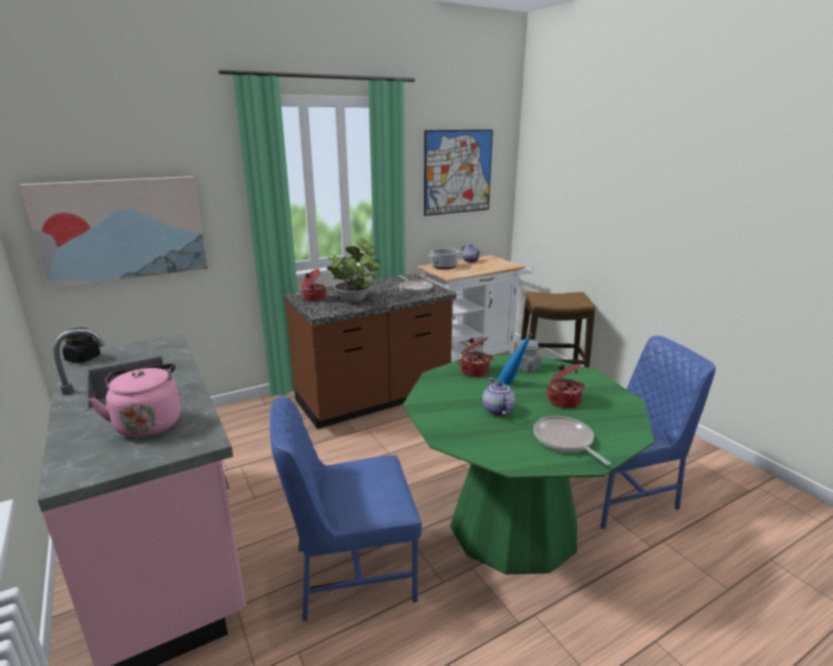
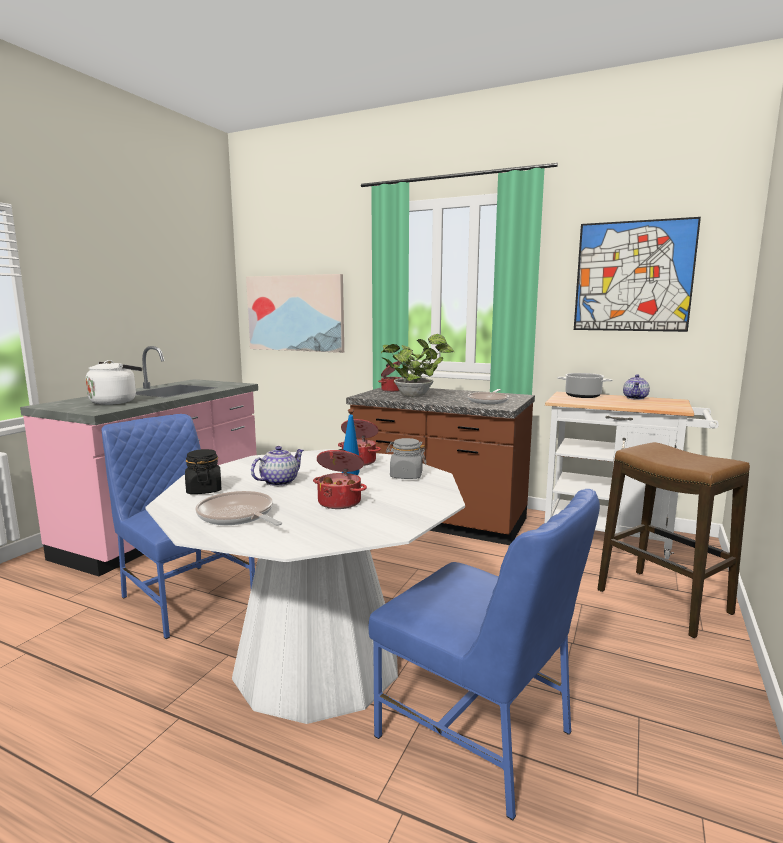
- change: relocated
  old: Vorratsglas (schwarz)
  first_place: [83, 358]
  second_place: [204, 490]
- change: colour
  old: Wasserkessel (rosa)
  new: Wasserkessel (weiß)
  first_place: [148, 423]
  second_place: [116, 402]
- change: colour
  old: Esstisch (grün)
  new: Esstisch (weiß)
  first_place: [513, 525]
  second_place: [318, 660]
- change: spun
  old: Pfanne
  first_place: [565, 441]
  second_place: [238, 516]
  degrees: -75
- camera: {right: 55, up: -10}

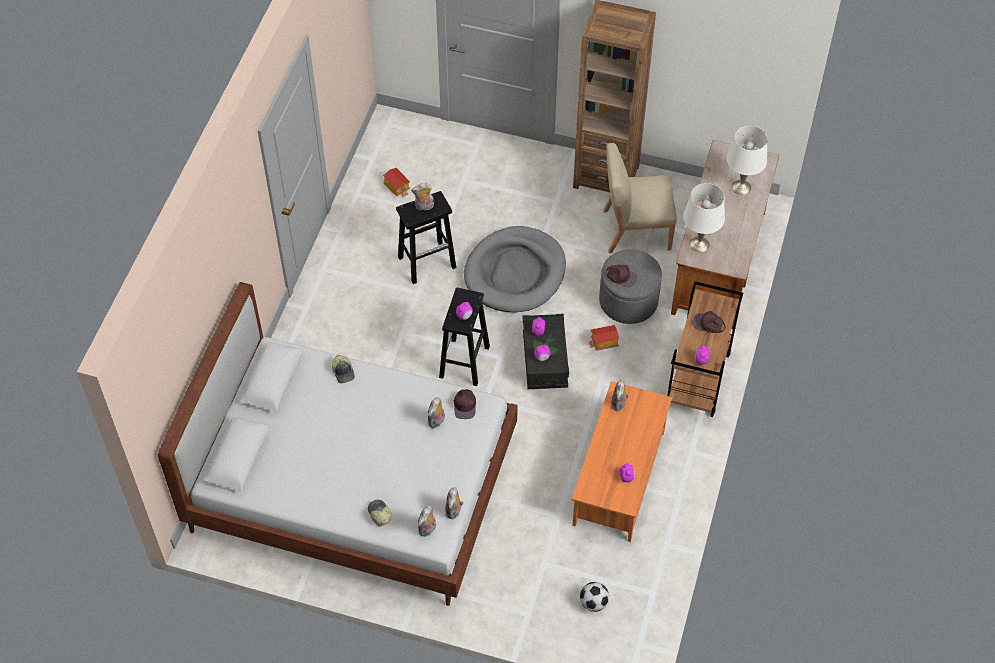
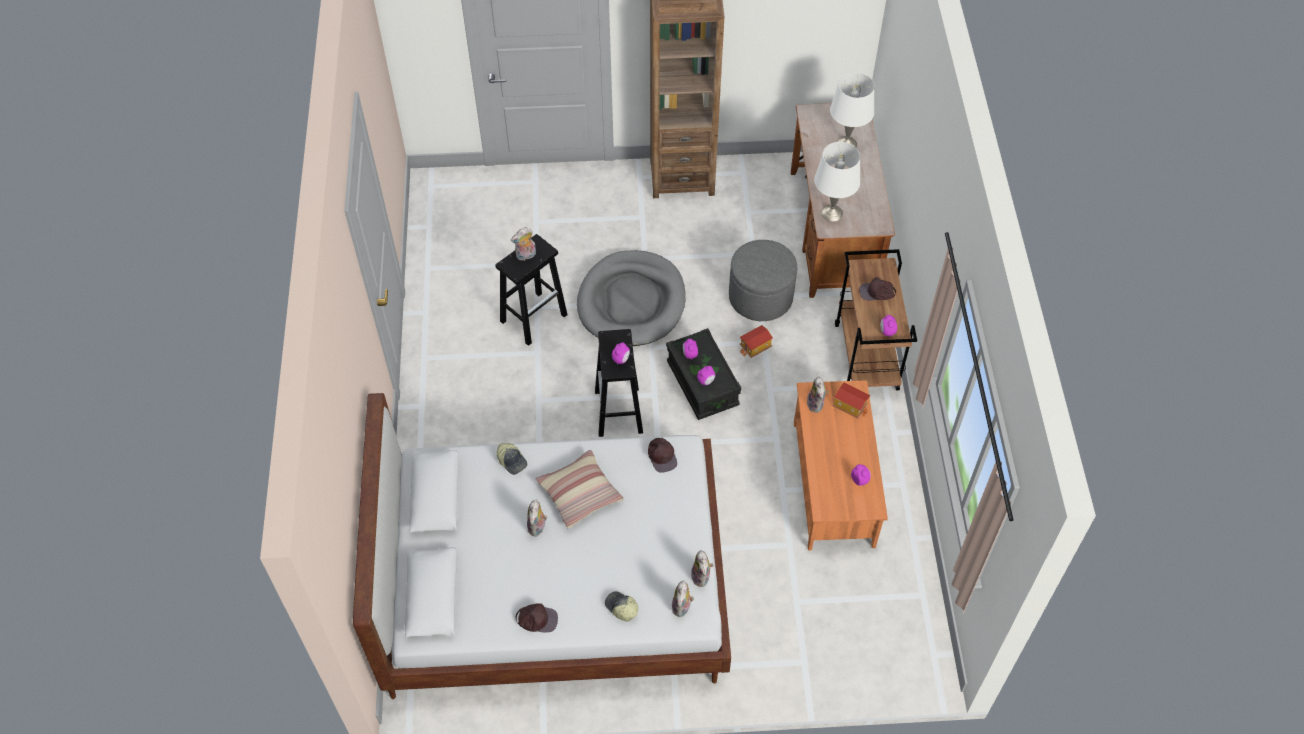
- change: missing
  old: Fußball
  first_place: [593, 603]
- change: missing
  old: Stuhl (beige)
  first_place: [635, 229]
- change: appeared
  new: Kissen
  second_place: [579, 493]
- change: relocated
  old: Spielzeughaus
  first_place: [397, 187]
  second_place: [850, 405]
- change: relocated
  old: Plüschtier
  first_place: [437, 422]
  second_place: [537, 527]
- change: relocated
  old: Kappe (braun)
  first_place: [621, 276]
  second_place: [537, 619]
- camera: {right: -20, up: 0}

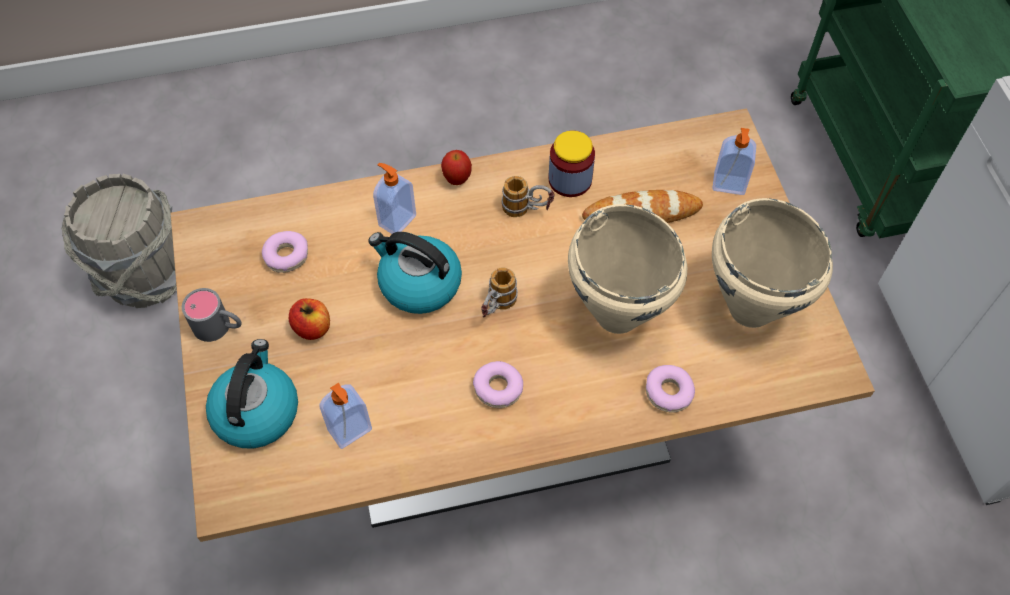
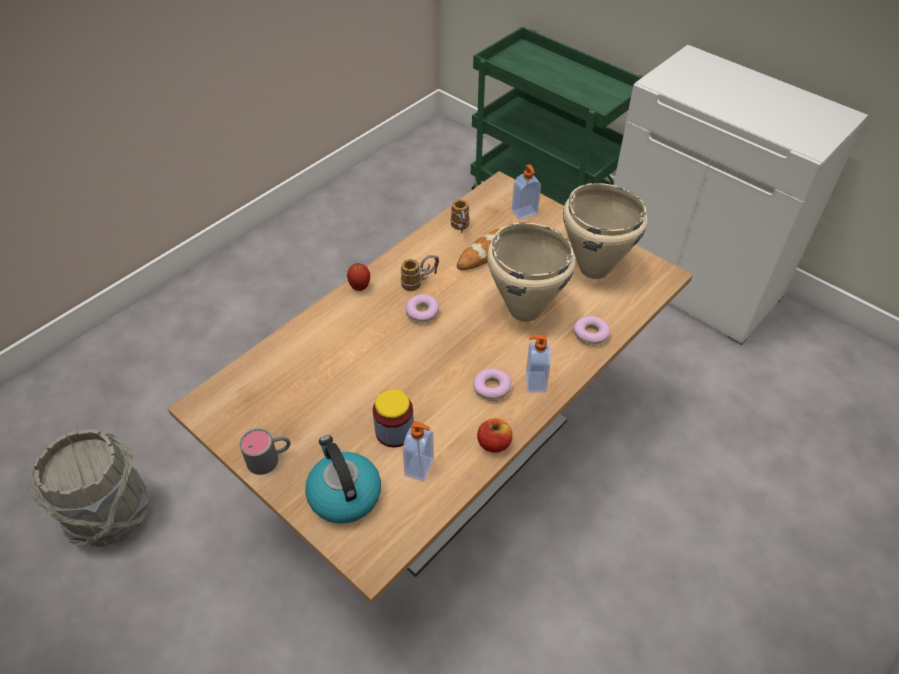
- change: missing
  old: Wasserkessel
  first_place: [418, 284]
- change: relocated
  old: Donut
  first_place: [287, 256]
  second_place: [422, 312]
- change: relocated
  old: Apfel
  first_place: [312, 327]
  second_place: [494, 443]
- change: relocated
  old: Seifenspender
  first_place: [396, 220]
  second_place: [534, 382]
- change: relocated
  old: Henkelbecher
  first_place: [496, 308]
  second_place: [461, 230]
- change: relocated
  old: Vorratsglas
  first_place: [570, 180]
  second_place: [394, 431]
- camera: {right: -35, up: -10}

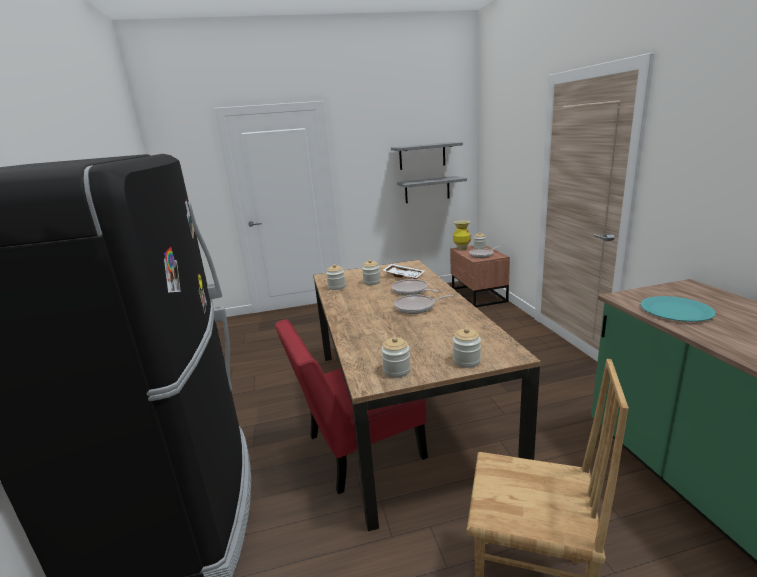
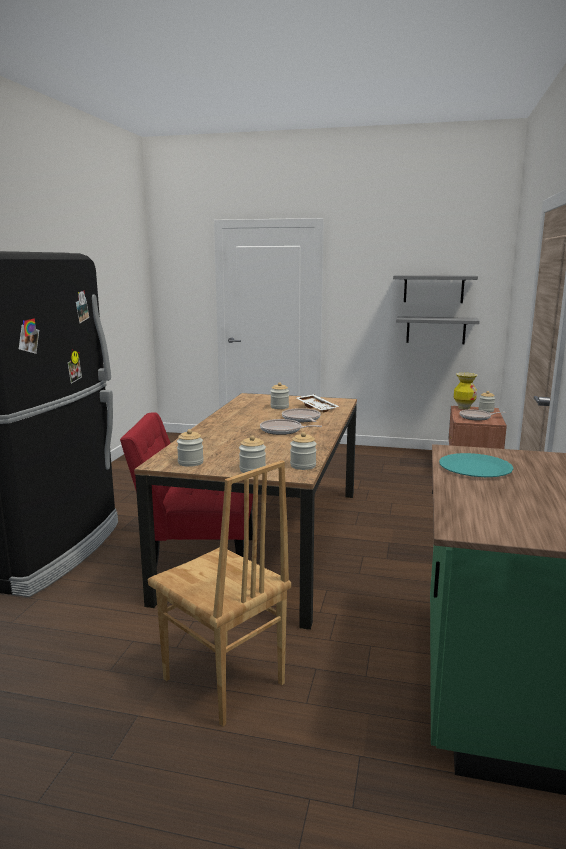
- change: relocated
  old: Vorratsglas
  first_place: [336, 287]
  second_place: [303, 466]
- camera: {right: 25, up: -5}

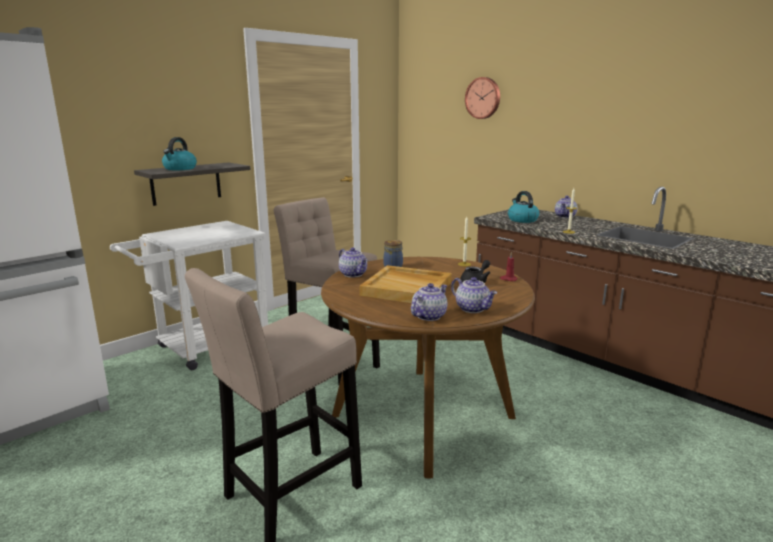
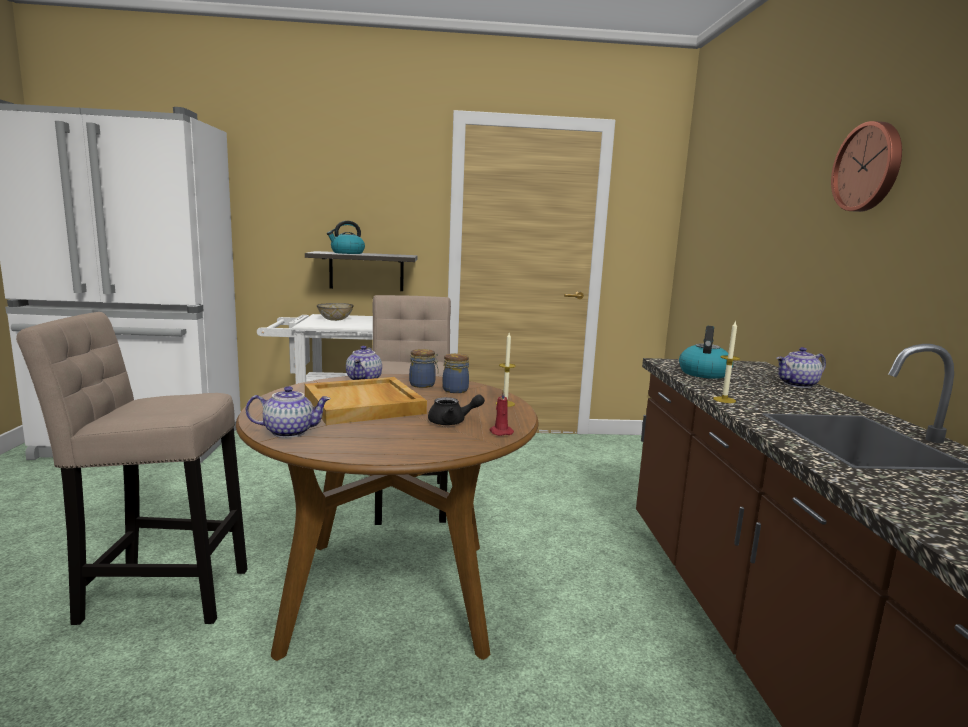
- change: missing
  old: Teekanne
  first_place: [473, 309]
- change: appeared
  new: Schüssel
  second_place: [334, 320]
- change: appeared
  new: Vorratsglas
  second_place: [455, 390]
- change: relocated
  old: Wanduhr
  first_place: [483, 98]
  second_place: [869, 167]
- camera: {right: 40, up: -5}

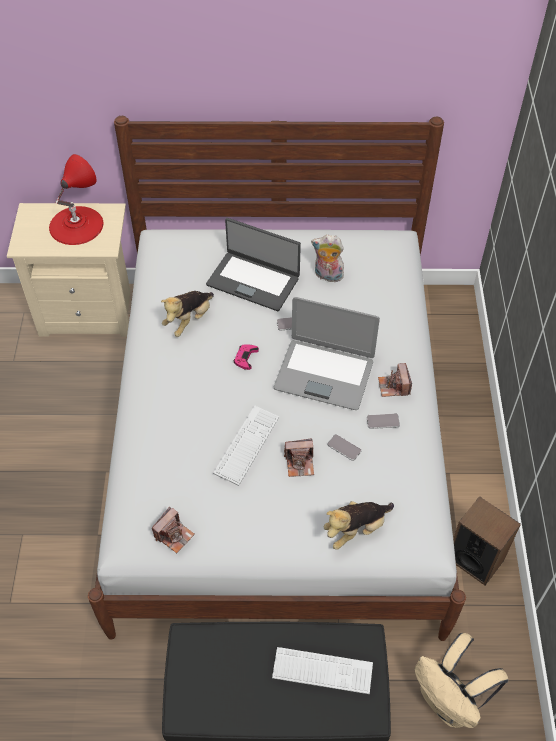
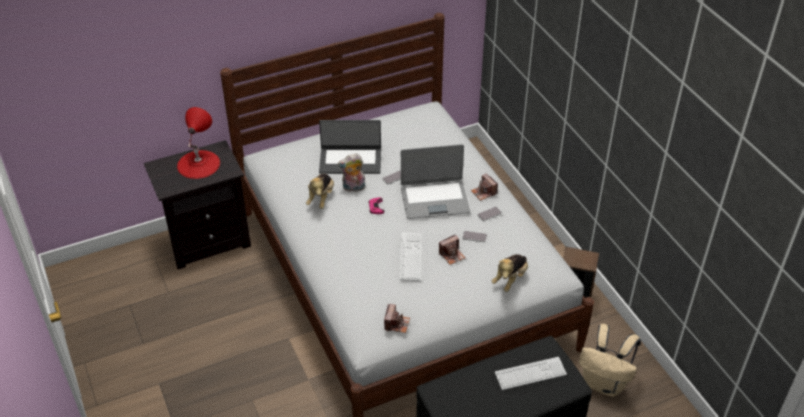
- change: relocated
  old: Plüschtier
  first_place: [327, 276]
  second_place: [353, 188]
- change: colour
  old: Nachttisch (beige)
  new: Nachttisch (schwarz)
  first_place: [89, 312]
  second_place: [207, 240]
- camera: {right: -25, up: -10}

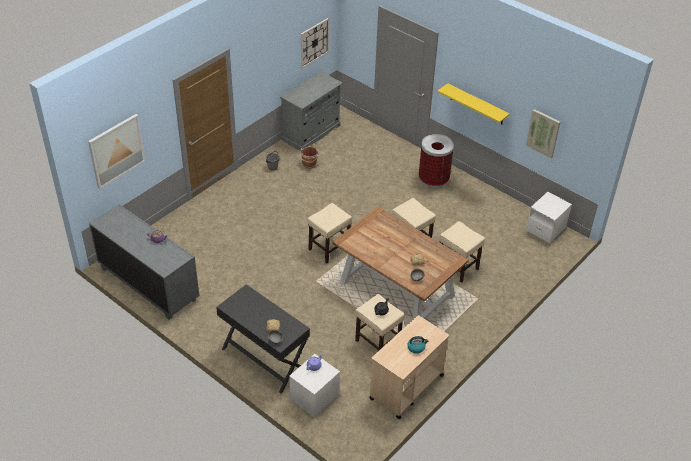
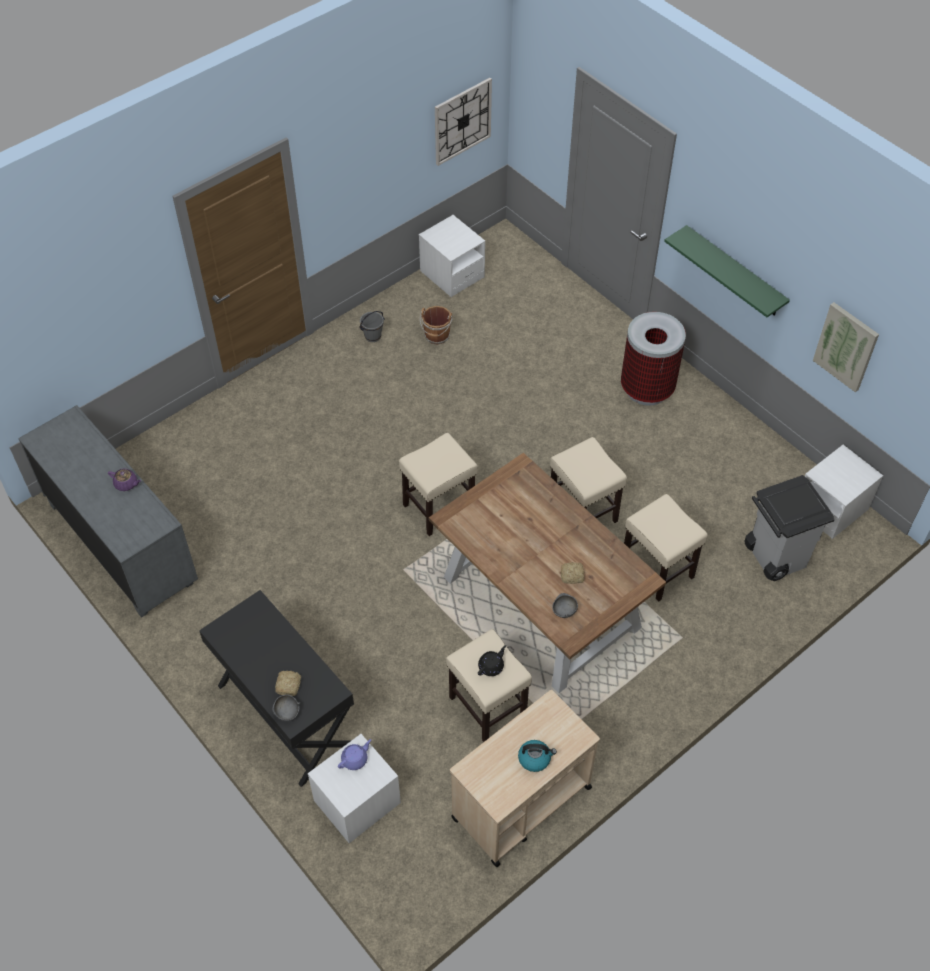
- change: missing
  old: Bild
  first_place: [116, 150]
- change: appeared
  new: Mülleimer (grau)
  second_place: [774, 556]
- change: exchanged
  old: Schrank (grau)
  new: Nachttisch (weiß)
  first_place: [311, 133]
  second_place: [452, 274]
- change: colour
  old: Wandregal (gelb)
  new: Wandregal (grün)
  first_place: [477, 104]
  second_place: [734, 272]
- camera: {right: 10, up: 10}

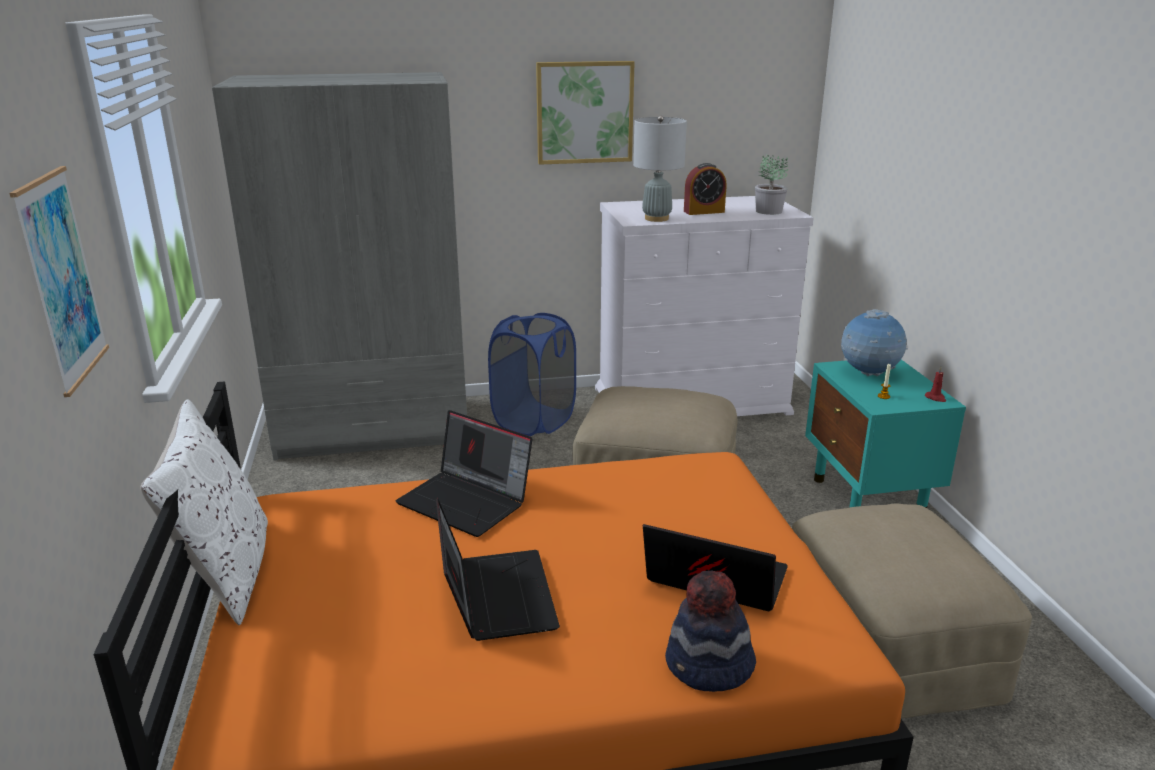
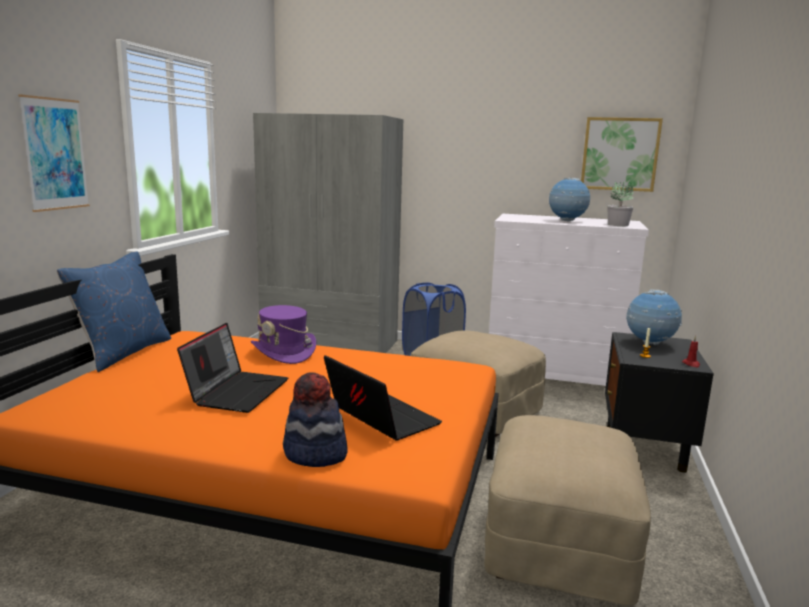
- change: missing
  old: Tischlampe (grau)
  first_place: [656, 218]
- change: relocated
  old: Bild
  first_place: [584, 112]
  second_place: [619, 154]
- change: exchanged
  old: Laptop
  new: Hut (lila)
  first_place: [467, 501]
  second_place: [284, 352]
- change: exchanged
  old: Wecker
  new: Globus
  first_place: [704, 212]
  second_place: [567, 221]
- change: colour
  old: Kissen (weiß)
  new: Kissen (blau)
  first_place: [225, 572]
  second_place: [123, 352]
- change: colour
  old: Nachttisch (türkis)
  new: Nachttisch (schwarz)
  first_place: [869, 496]
  second_place: [644, 450]
- camera: {right: 25, up: -10}

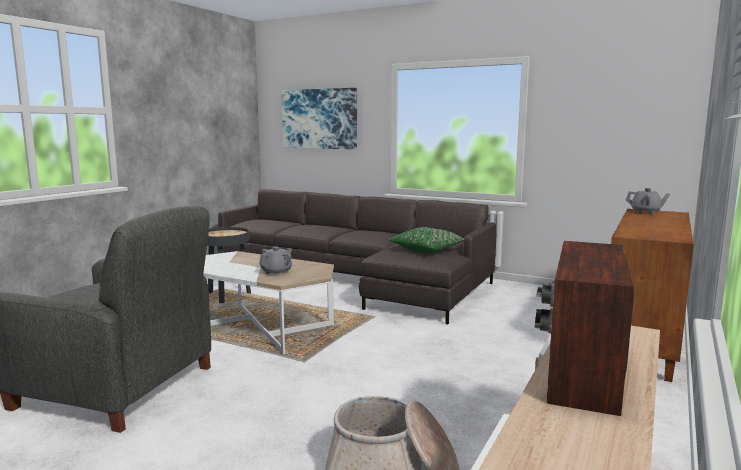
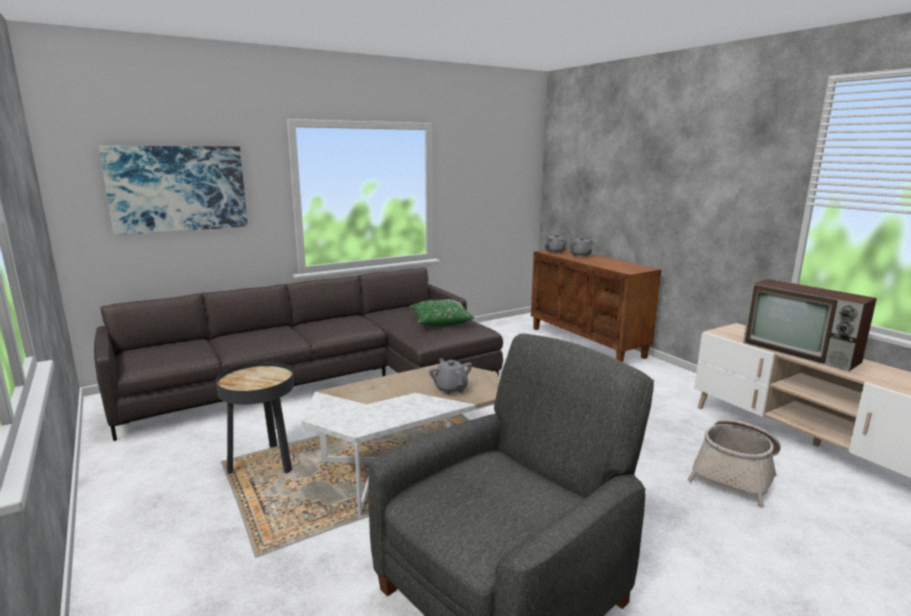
- change: appeared
  new: Teekanne (grau)
  second_place: [580, 256]
- camera: {right: -60, up: 5}

